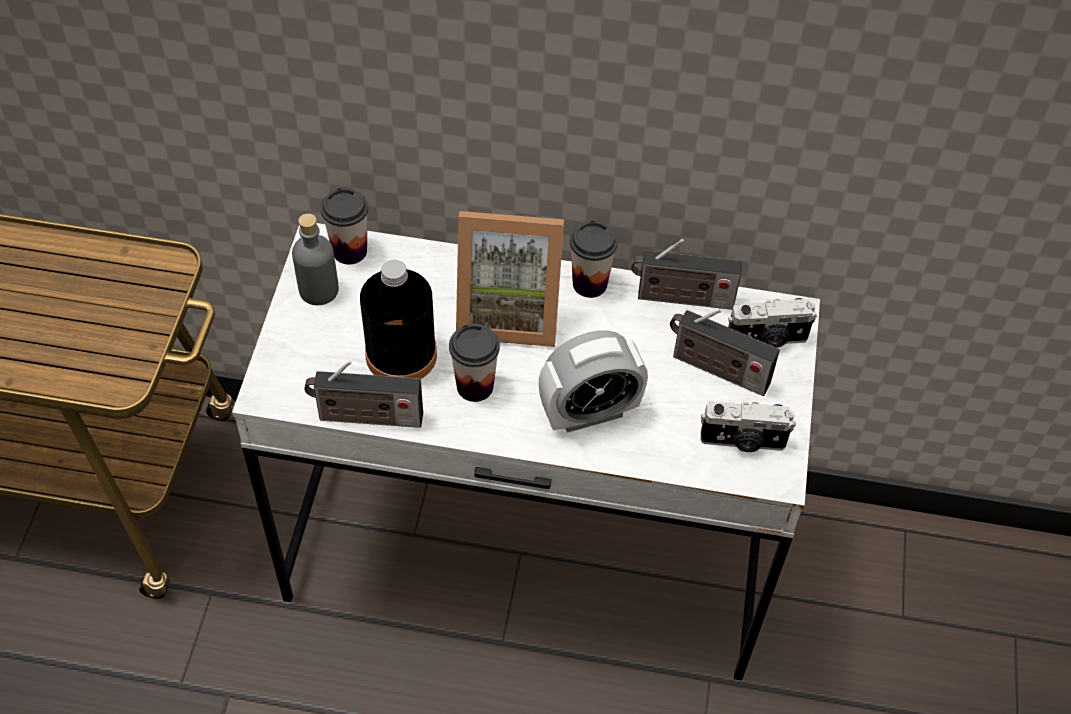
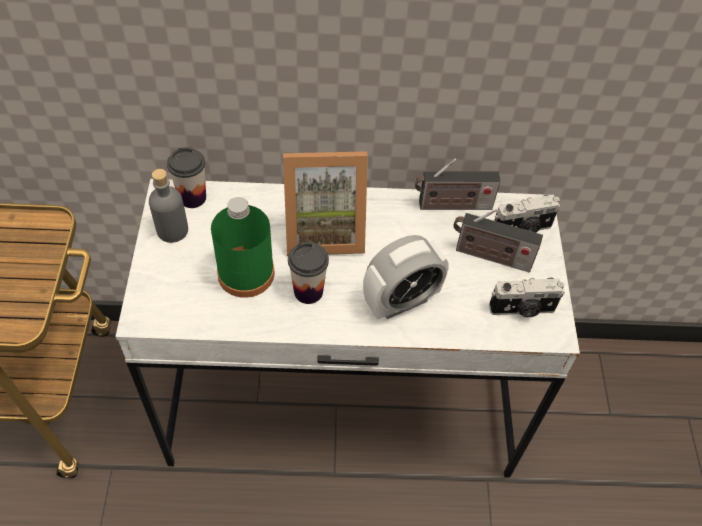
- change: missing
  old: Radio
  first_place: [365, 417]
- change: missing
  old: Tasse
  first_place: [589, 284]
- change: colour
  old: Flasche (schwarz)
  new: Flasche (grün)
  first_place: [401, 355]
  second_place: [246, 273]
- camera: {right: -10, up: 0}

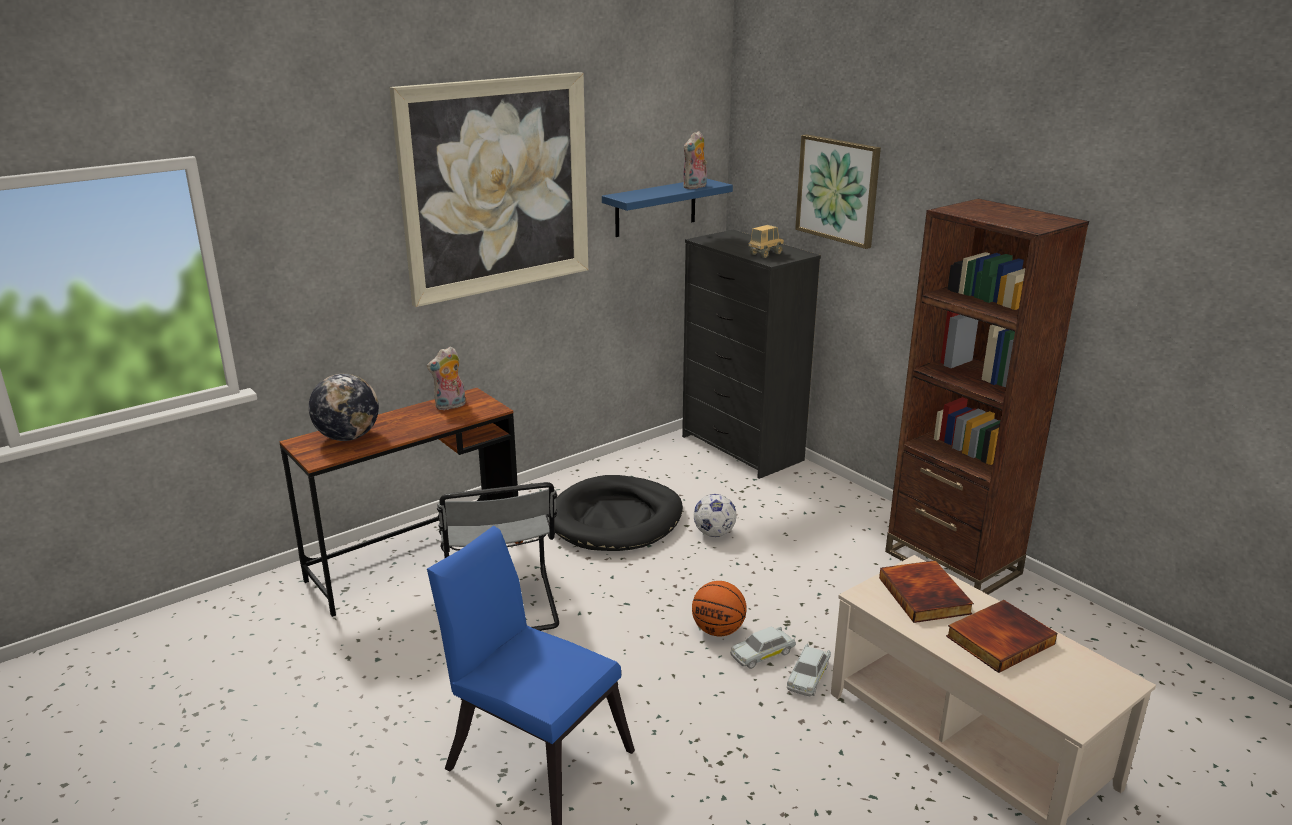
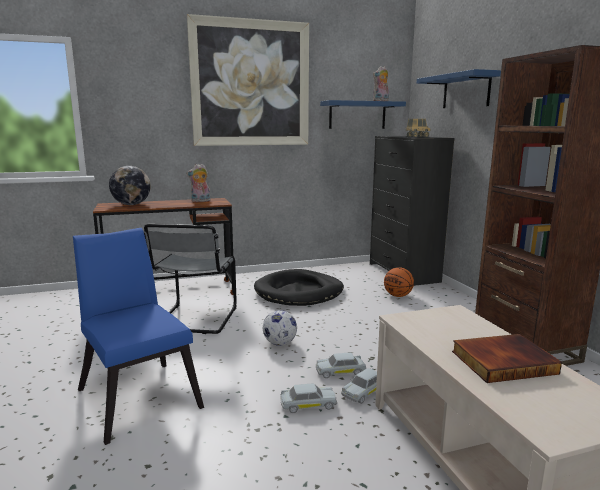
- change: missing
  old: Buch
  first_place: [926, 595]
- change: appeared
  new: Spielzeugauto (weiß)
  second_place: [308, 405]
- change: relocated
  old: Basketball
  first_place: [718, 630]
  second_place: [398, 295]
- change: relocated
  old: Fußball
  first_place: [714, 533]
  second_place: [280, 343]
- change: exchanged
  old: Bild
  new: Wandregal (blau)
  first_place: [838, 190]
  second_place: [466, 91]
- camera: {right: 20, up: -10}

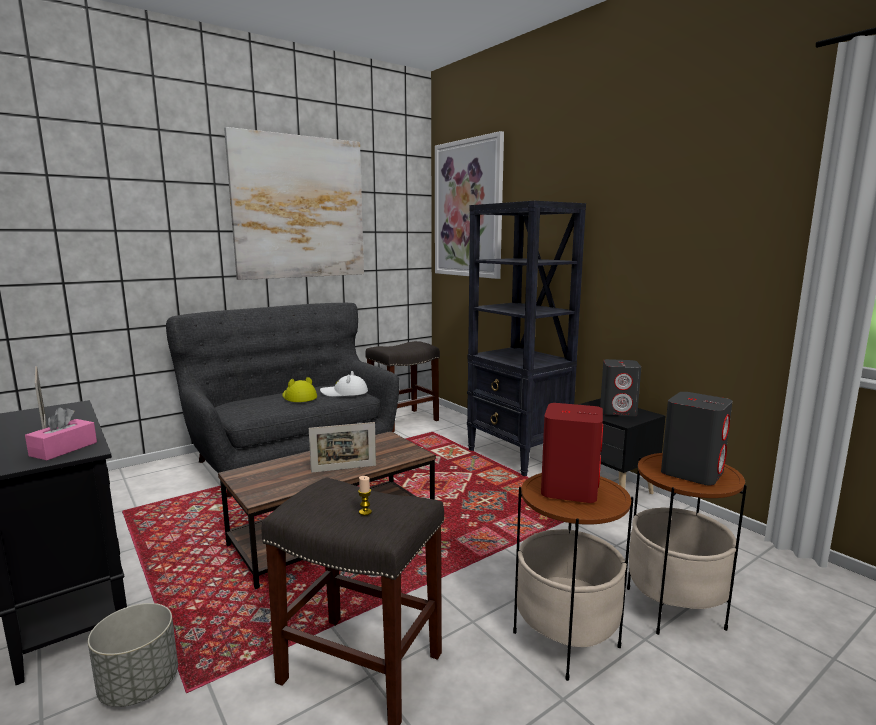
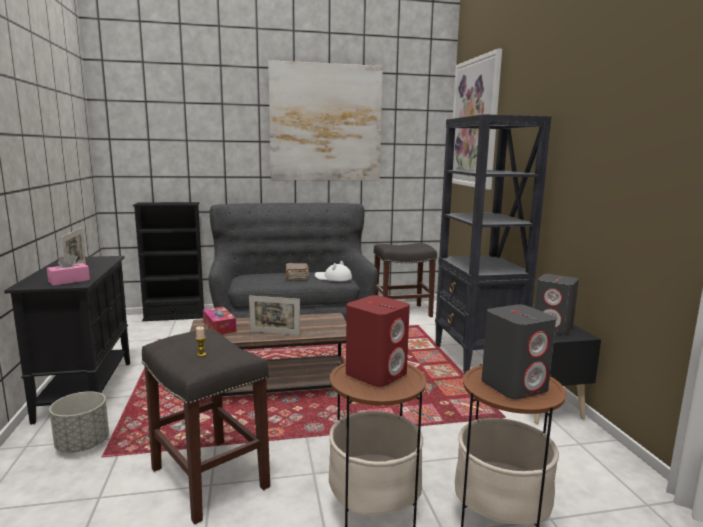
- change: appeared
  new: Bücherregal (schwarz)
  second_place: [174, 316]
- change: appeared
  new: Taschentuchbox
  second_place: [219, 327]
- change: exchanged
  old: Hut (gelb)
  new: Buch (braun)
  first_place: [298, 397]
  second_place: [296, 277]
- camera: {right: 25, up: 0}

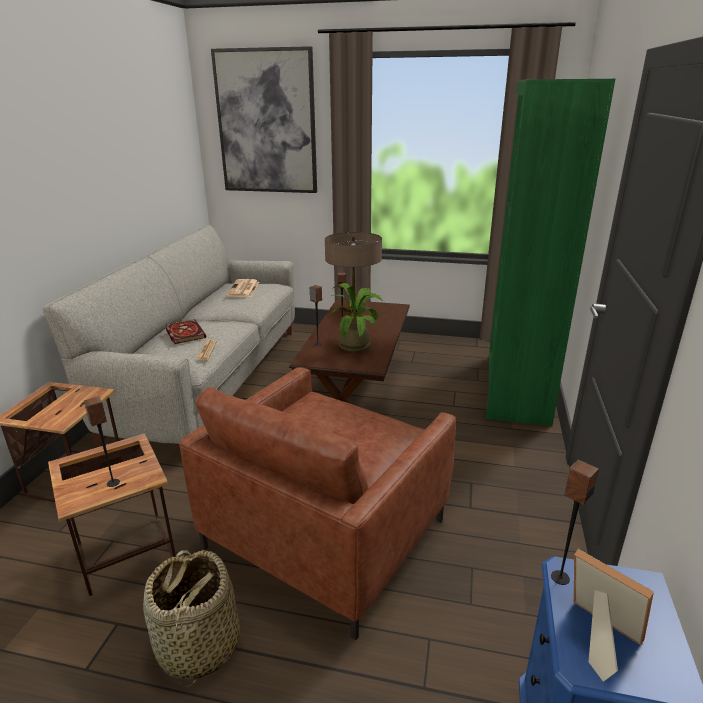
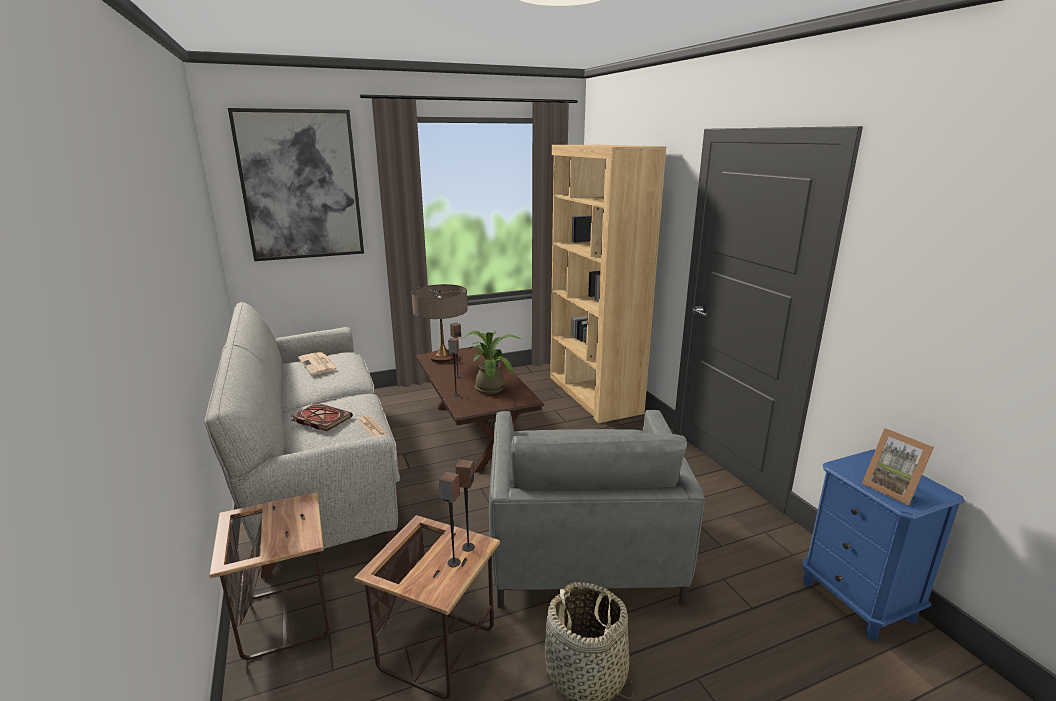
- change: relocated
  old: Lautsprecher
  first_place: [559, 577]
  second_place: [468, 547]
- change: colour
  old: Sessel (braun)
  new: Sessel (grau)
  first_place: [325, 533]
  second_place: [582, 549]
- change: colour
  old: Bücherregal (grün)
  new: Bücherregal (braun)
  first_place: [515, 388]
  second_place: [593, 395]
- change: spun
  old: Bilderrahmen
  first_place: [596, 637]
  second_place: [892, 489]
  degrees: -135
- camera: {right: -35, up: -5}

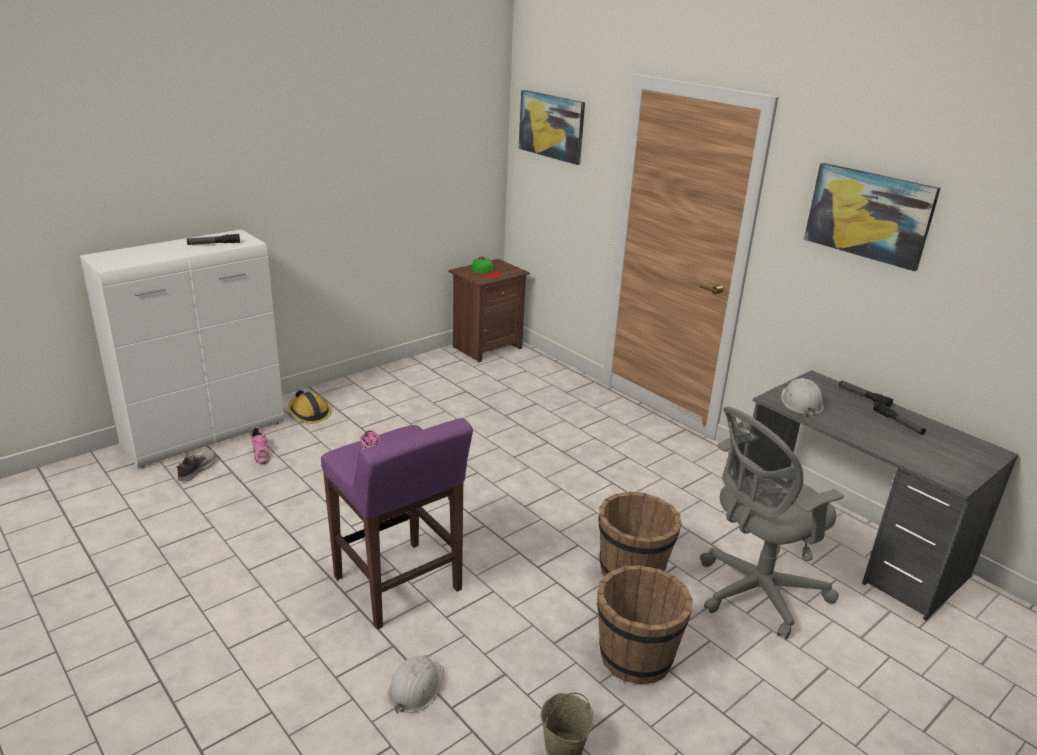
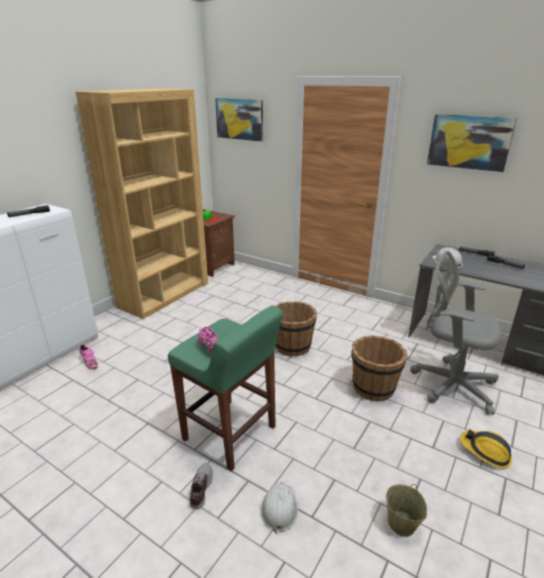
- change: appeared
  new: Bücherregal (braun)
  second_place: [165, 295]
- change: relocated
  old: Schuh
  first_place: [196, 470]
  second_place: [200, 489]
- change: relocated
  old: Schutzhelm
  first_place: [309, 413]
  second_place: [485, 452]
- change: relocated
  old: Eimer (braun)
  first_place: [635, 656]
  second_place: [292, 346]
- change: colour
  old: Hocker (lila)
  new: Hocker (grün)
  first_place: [398, 585]
  second_place: [230, 434]
- change: spun
  old: Bürostuhl (grau)
  first_place: [755, 593]
  second_place: [450, 384]
  degrees: 75
- camera: {right: -15, up: 0}

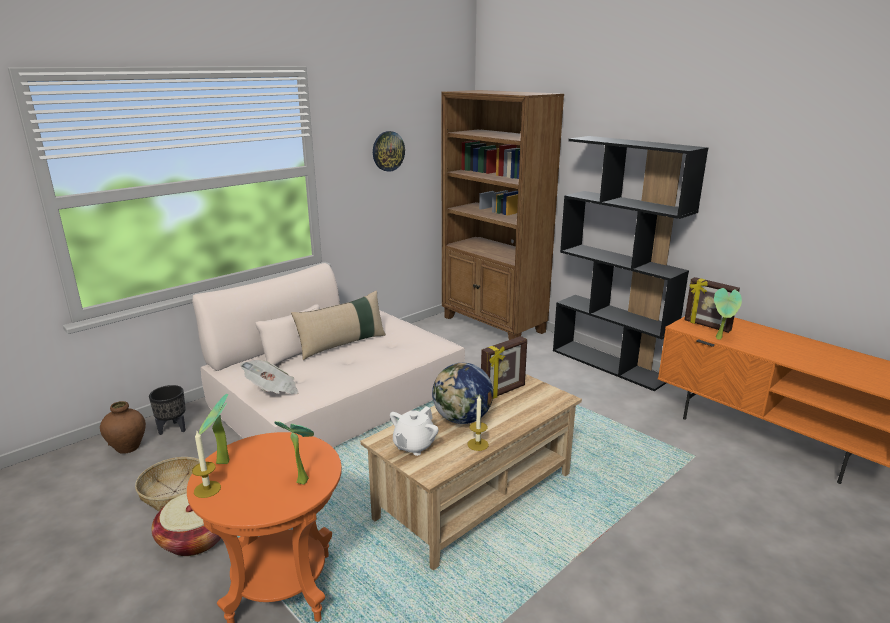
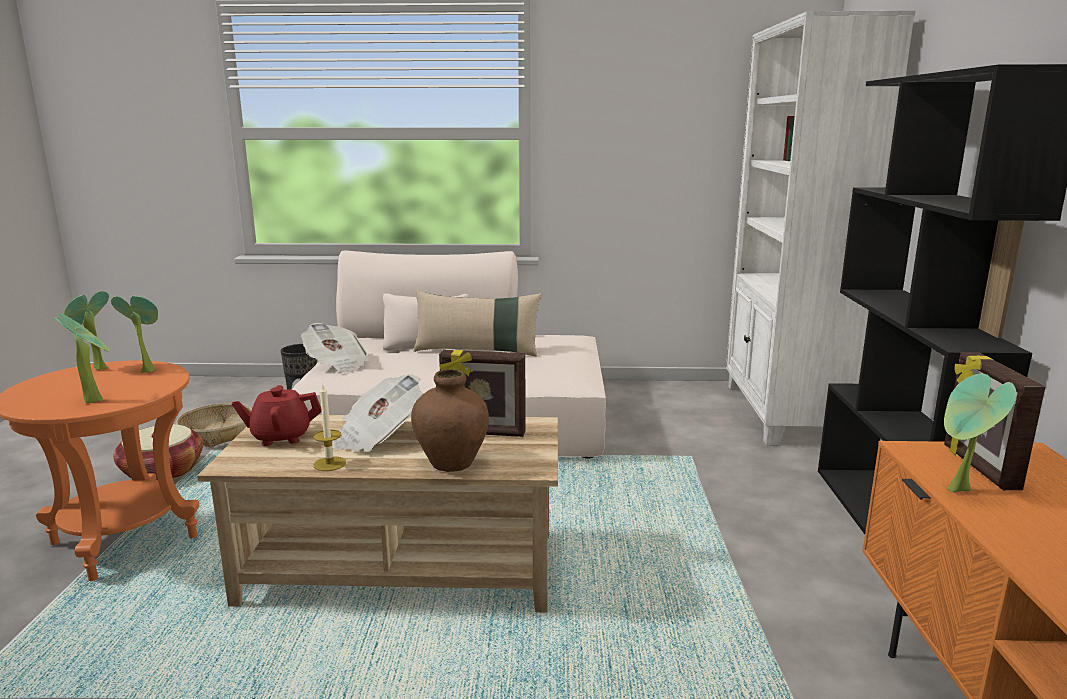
- change: missing
  old: Kerze
  first_place: [207, 489]
- change: missing
  old: Wanduhr
  first_place: [388, 151]
- change: appeared
  new: Topfpflanze
  second_place: [147, 370]
- change: relocated
  old: Vase (braun)
  first_place: [128, 448]
  second_place: [451, 463]
- change: exchanged
  old: Globus
  new: Zeitung
  first_place: [462, 419]
  second_place: [377, 437]
- change: colour
  old: Teekanne (weiß)
  new: Teekanne (rot)
  first_place: [414, 446]
  second_place: [281, 437]
- change: colour
  old: Bücherregal (braun)
  new: Bücherregal (weiß)
  first_place: [493, 325]
  second_place: [782, 414]
- camera: {right: 45, up: -5}

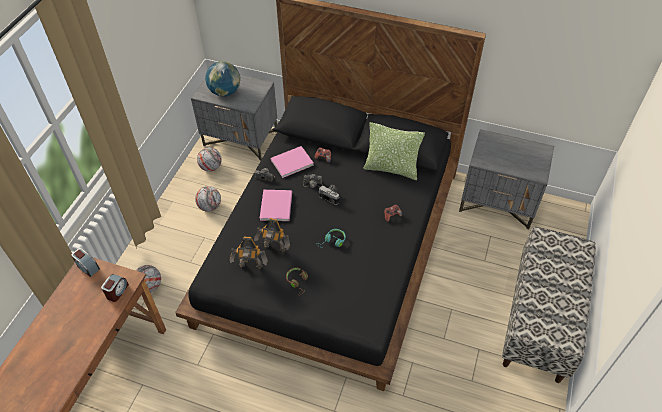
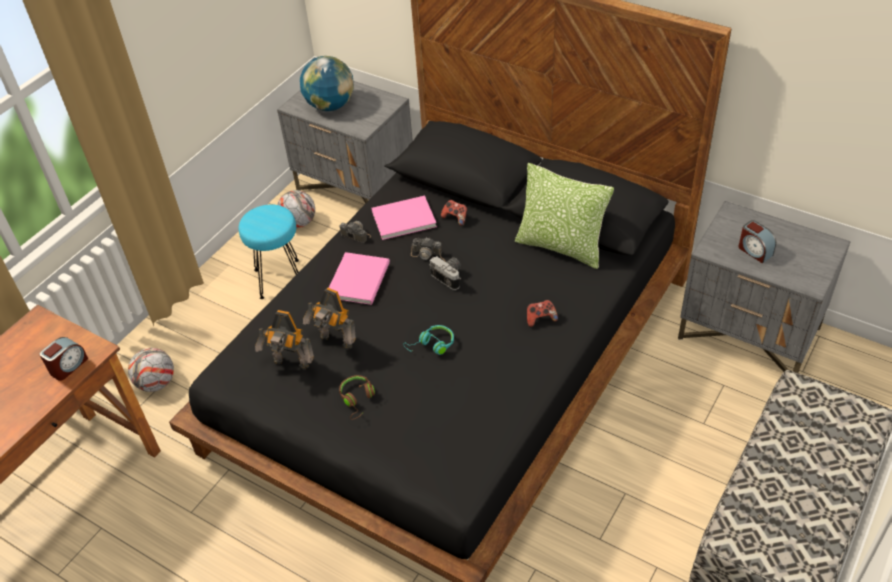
- change: relocated
  old: Wecker
  first_place: [87, 267]
  second_place: [754, 251]
- change: exchanged
  old: Fußball
  new: Hocker (türkis)
  first_place: [210, 206]
  second_place: [280, 279]
- camera: {right: 15, up: -5}

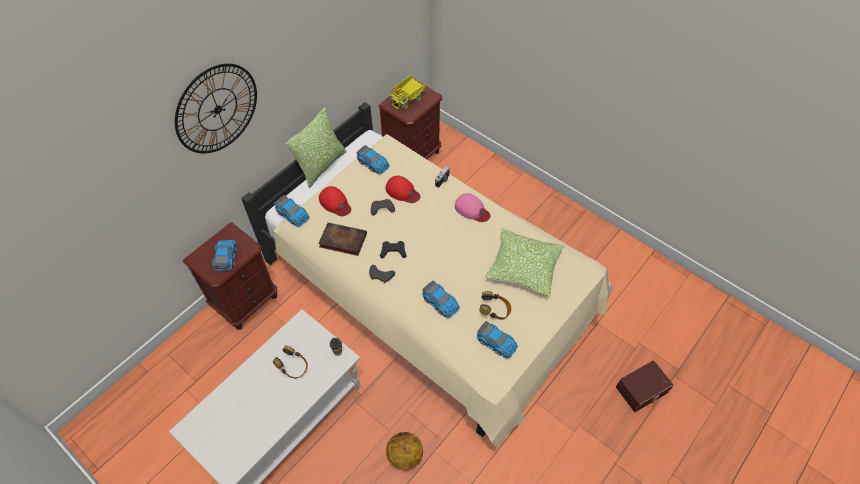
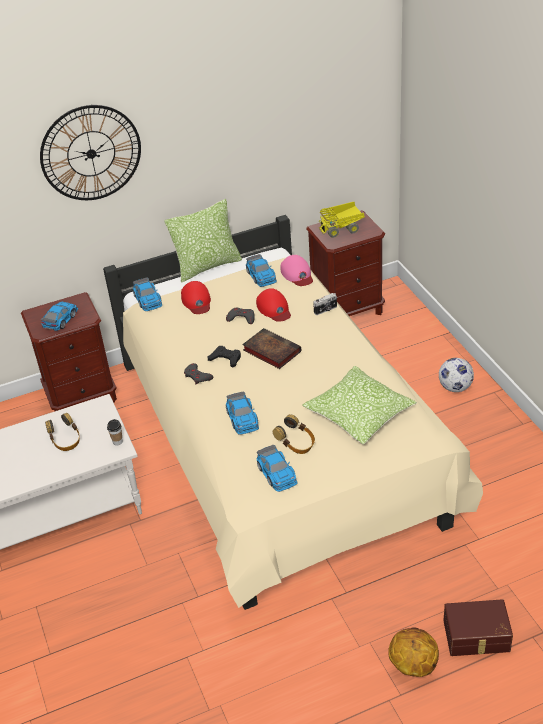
- change: appeared
  new: Fußball
  second_place: [455, 387]
- change: relocated
  old: Buch
  first_place: [342, 240]
  second_place: [270, 351]
- change: relocated
  old: Basketball
  first_place: [404, 455]
  second_place: [412, 665]
- change: relocated
  old: Kappe (rosa)
  first_place: [472, 210]
  second_place: [297, 274]
- camera: {right: 30, up: -15}

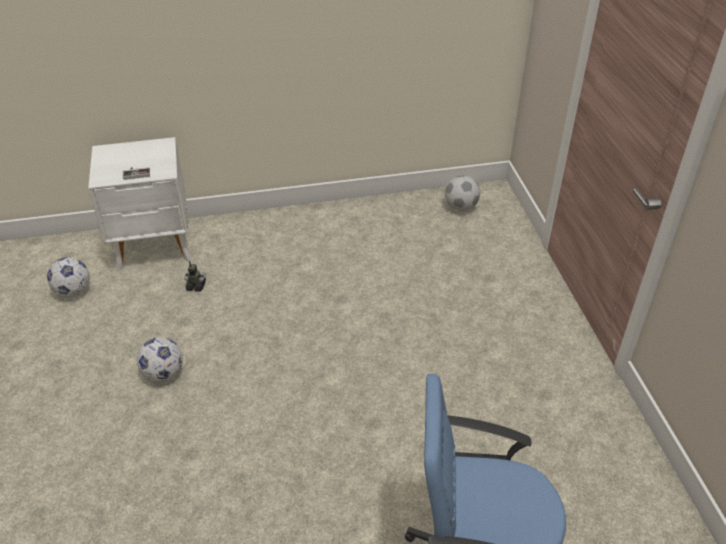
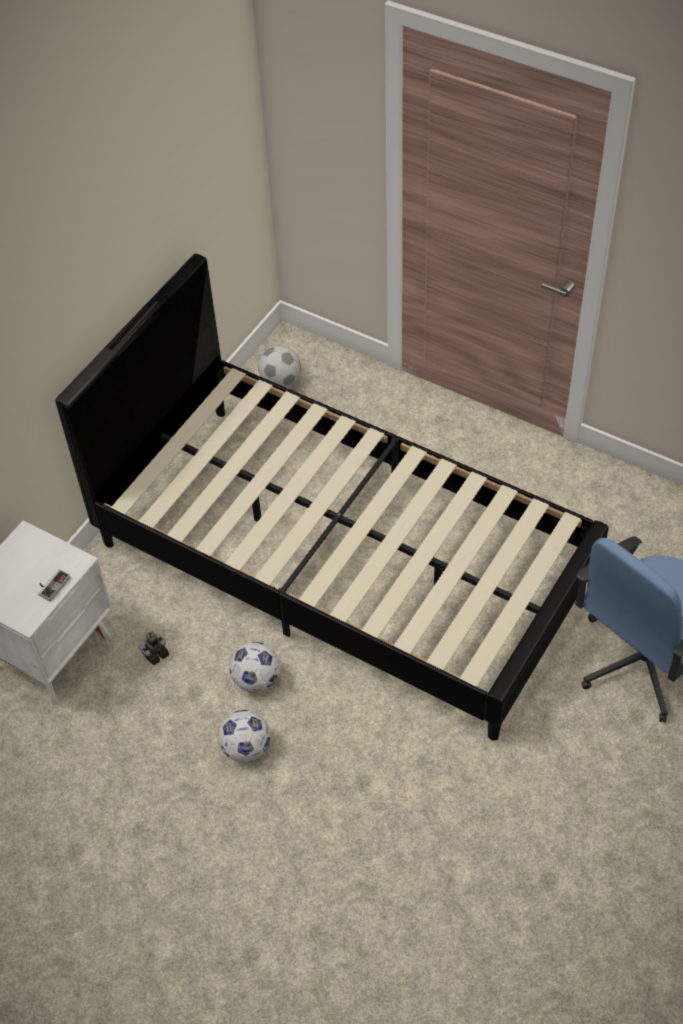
- change: appeared
  new: Bett (schwarz)
  second_place: [343, 559]
- change: relocated
  old: Fußball
  first_place: [73, 291]
  second_place: [256, 679]
- camera: {right: -45, up: 10}

